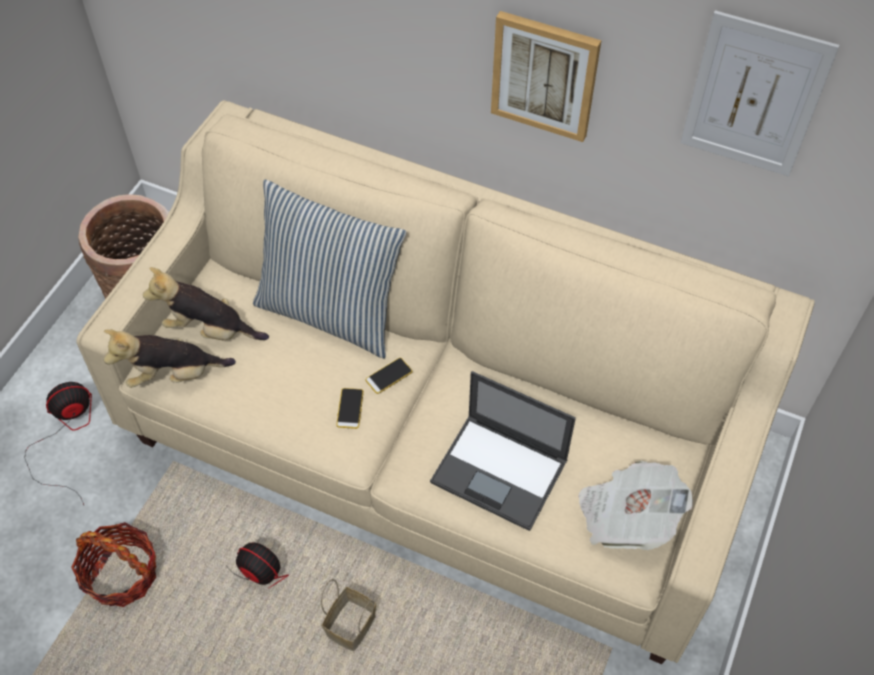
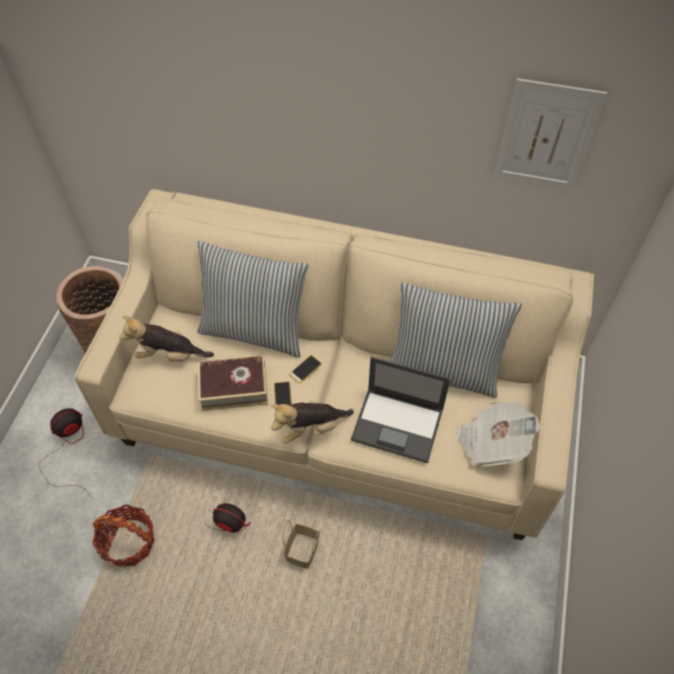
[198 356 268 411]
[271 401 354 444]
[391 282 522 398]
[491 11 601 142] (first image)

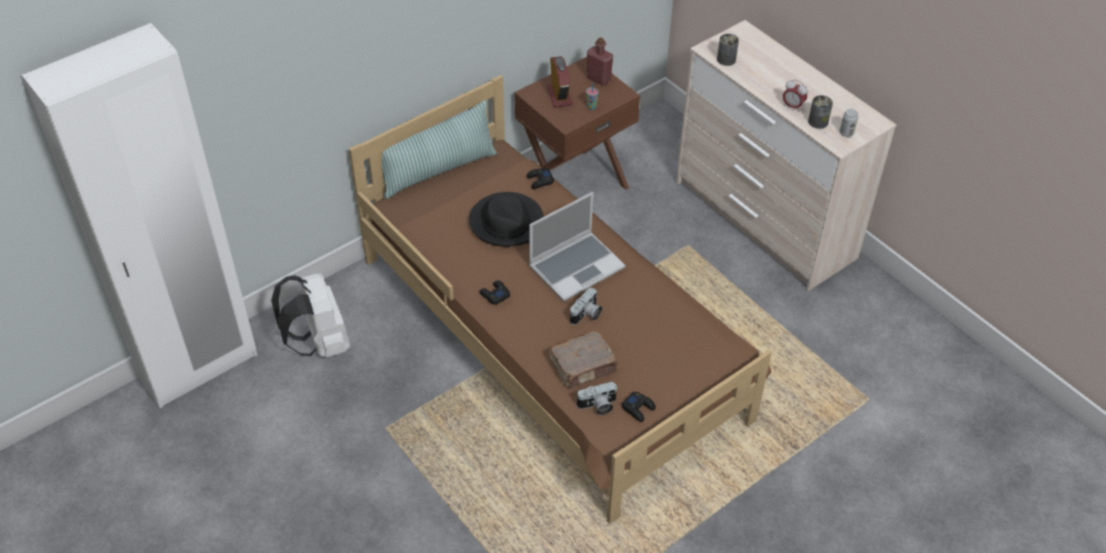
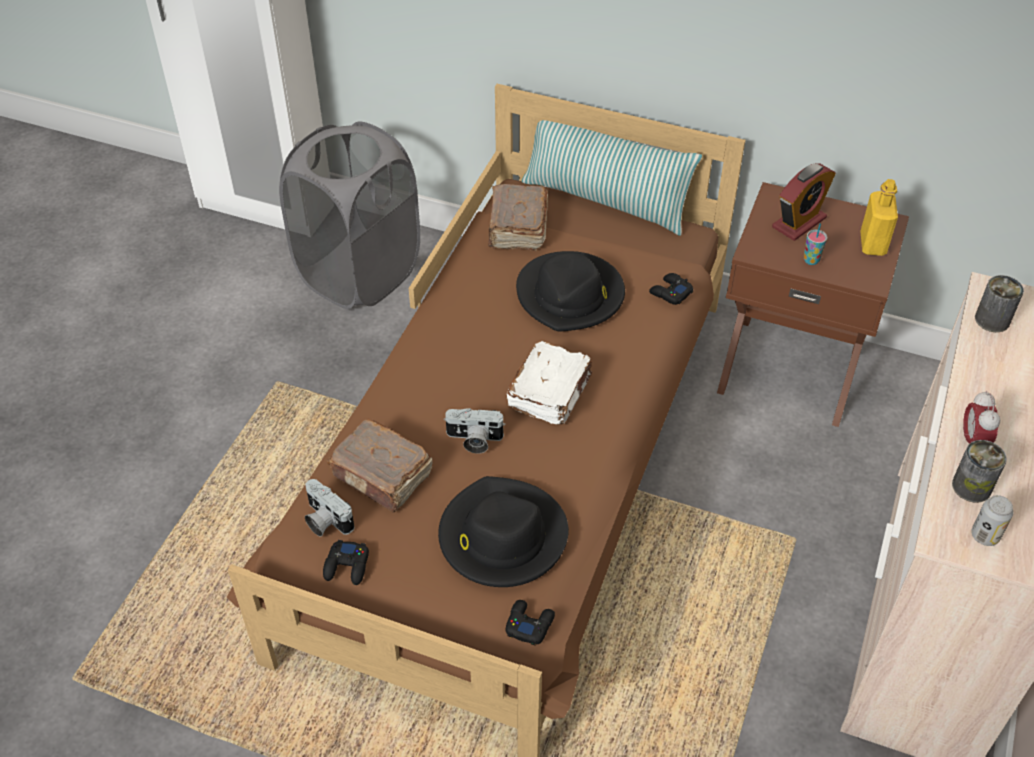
[279 121 420 309]
[438 476 569 587]
[488 184 548 251]
[505 600 555 646]
[507 341 592 425]
[860 179 898 256]

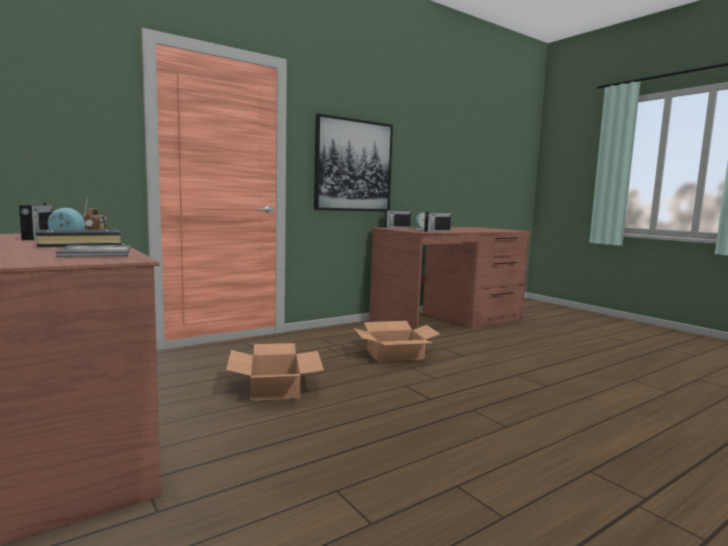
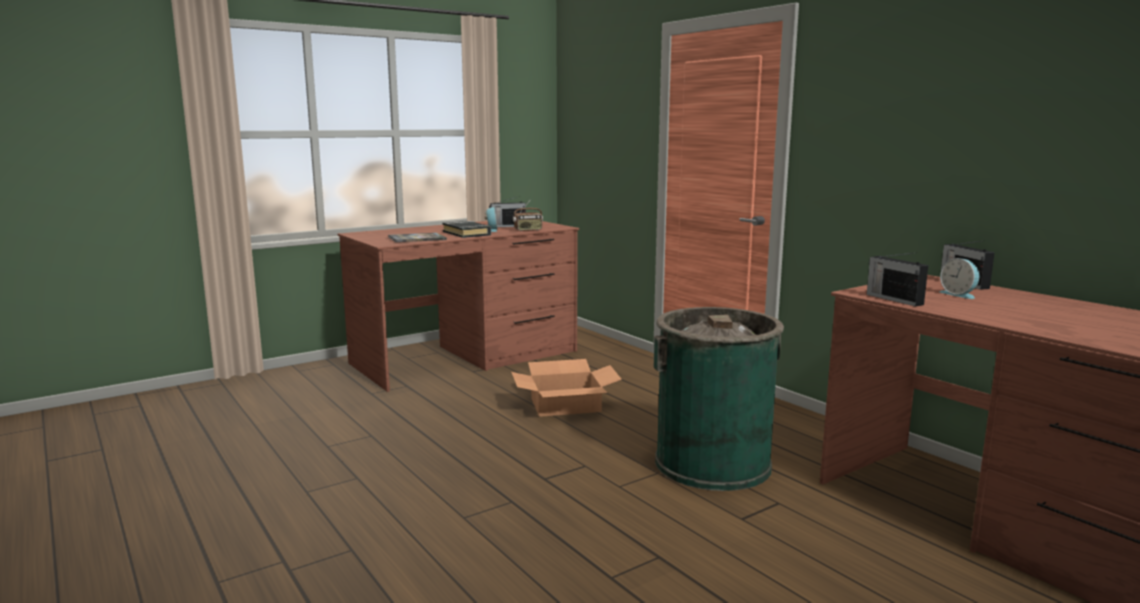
[654 307 784 491]
[314 113 393 211] (first image)

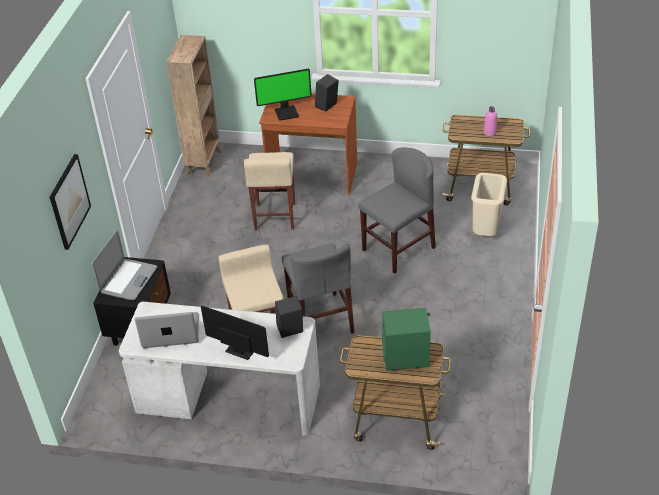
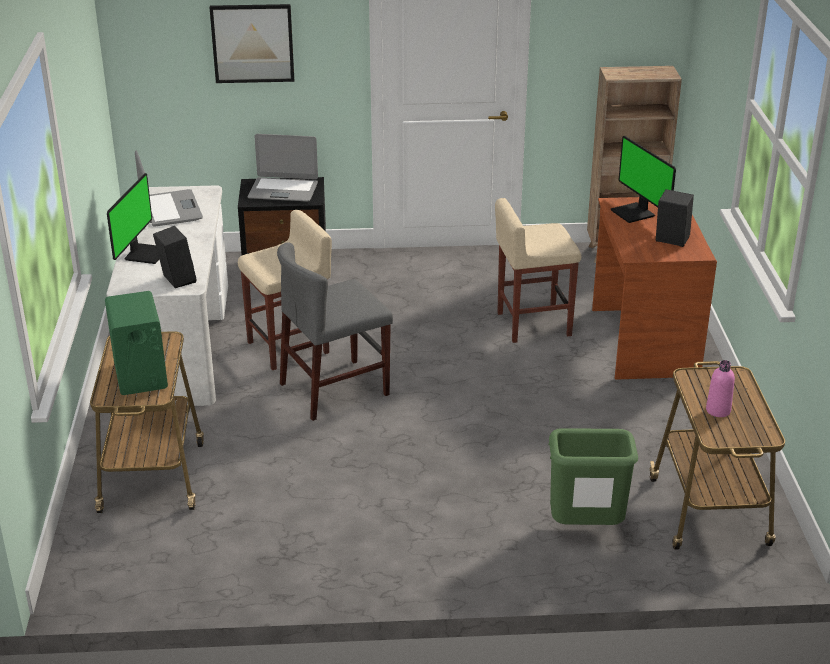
[548 428 638 525]
[358 148 436 274] (first image)

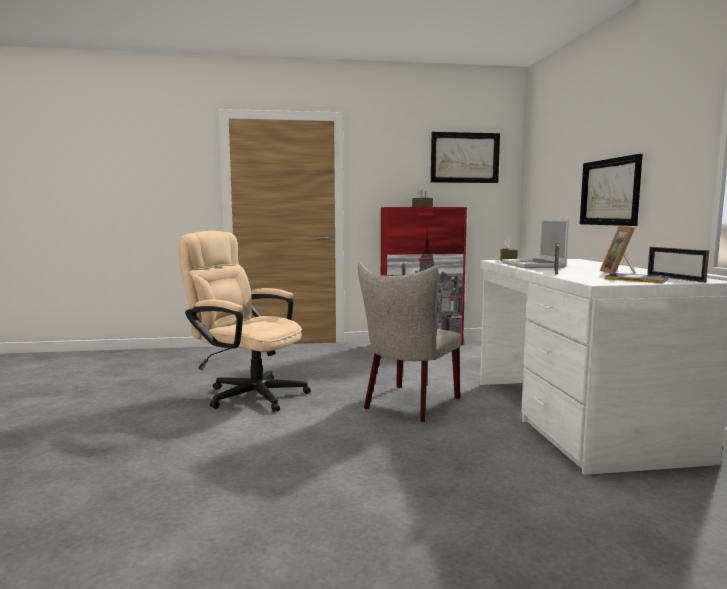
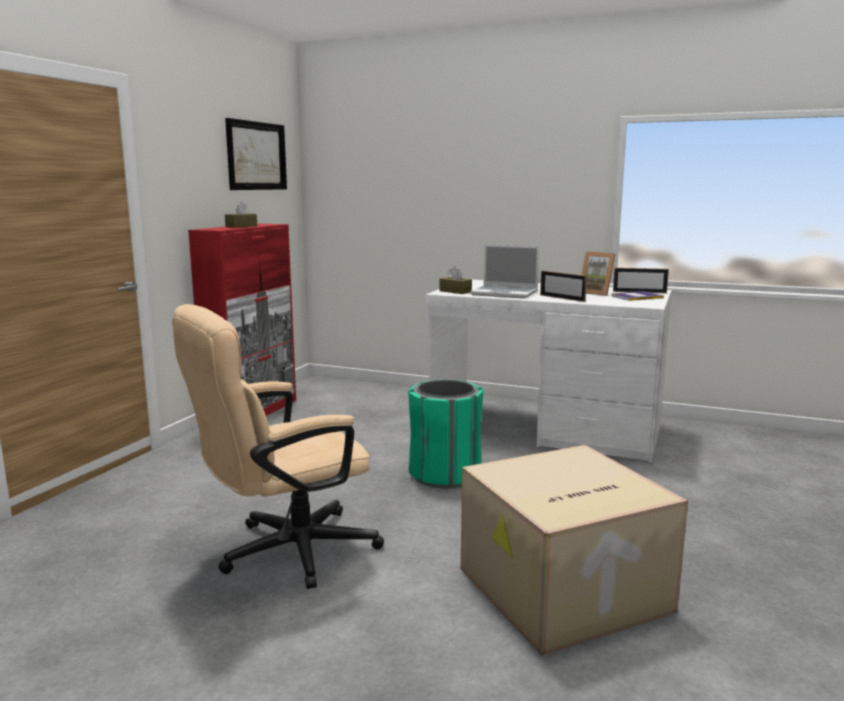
[408 380 483 488]
[461 445 688 656]
[580 154 643 226] (first image)

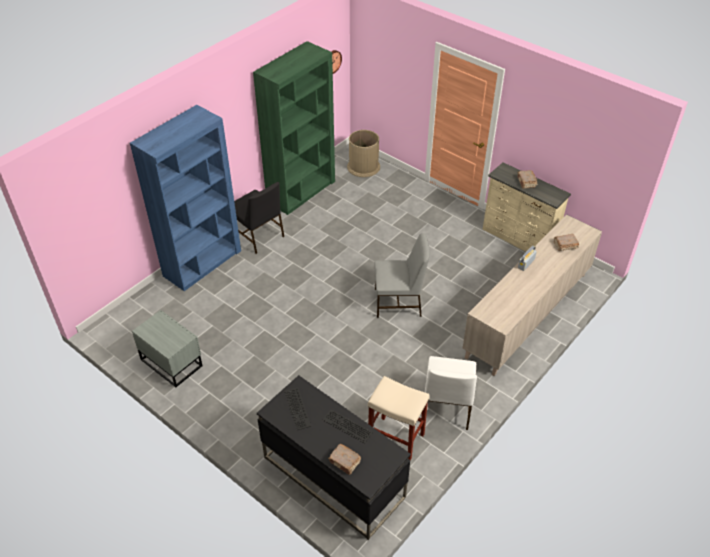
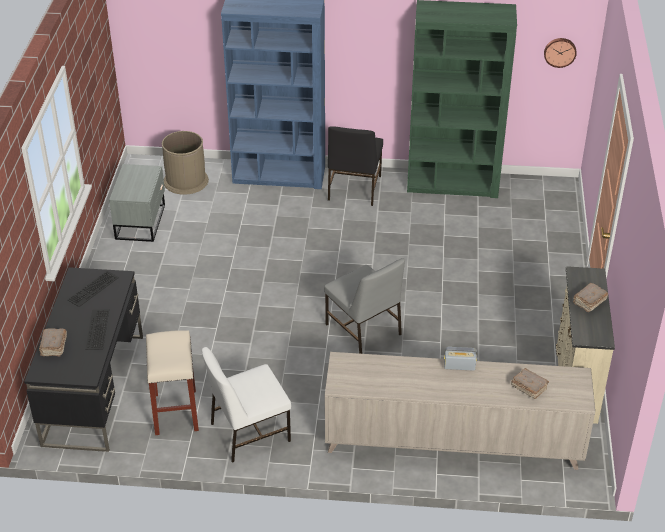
[162 131 209 195]

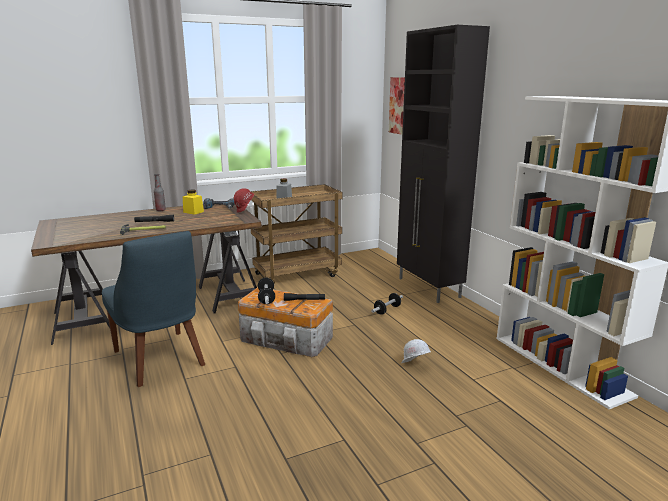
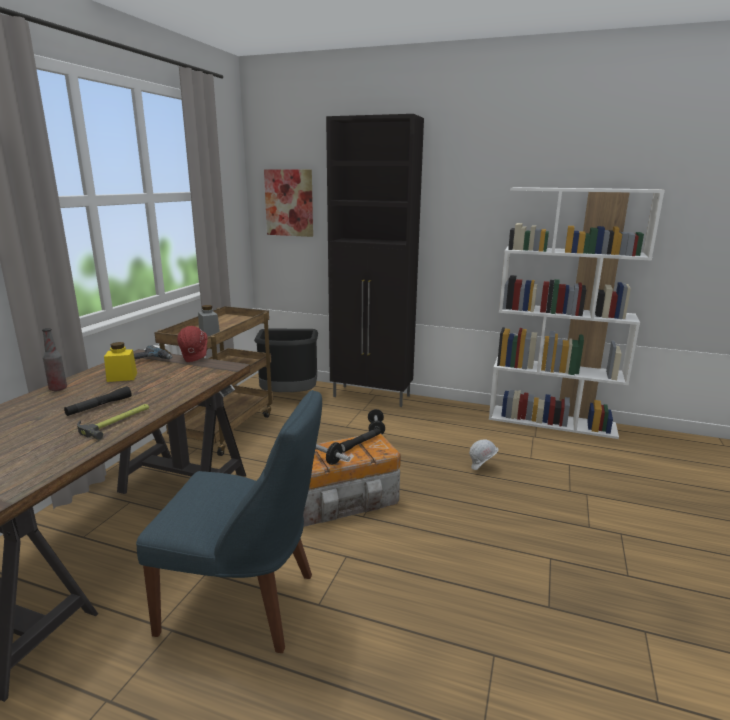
[254 329 318 392]

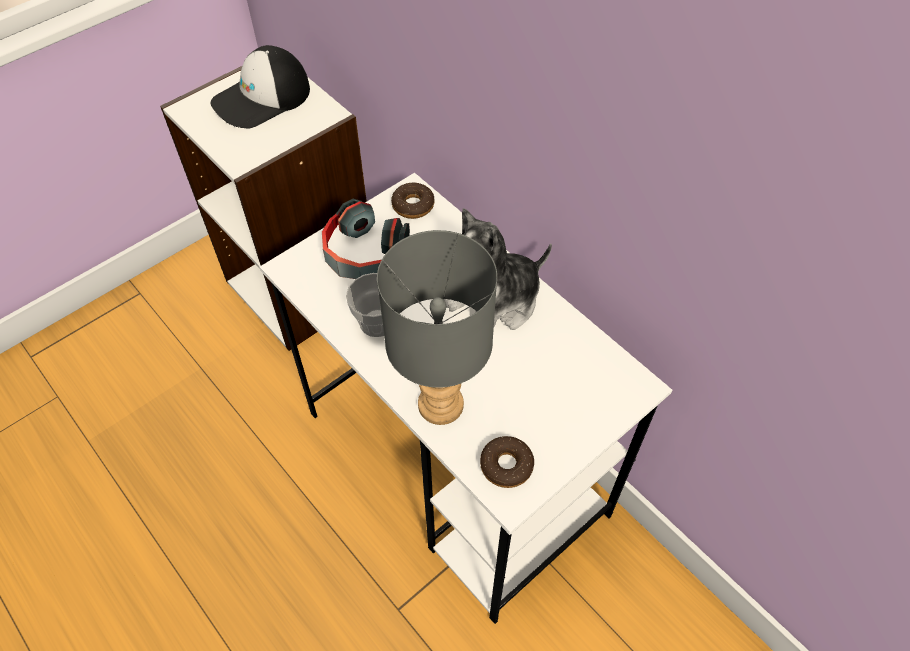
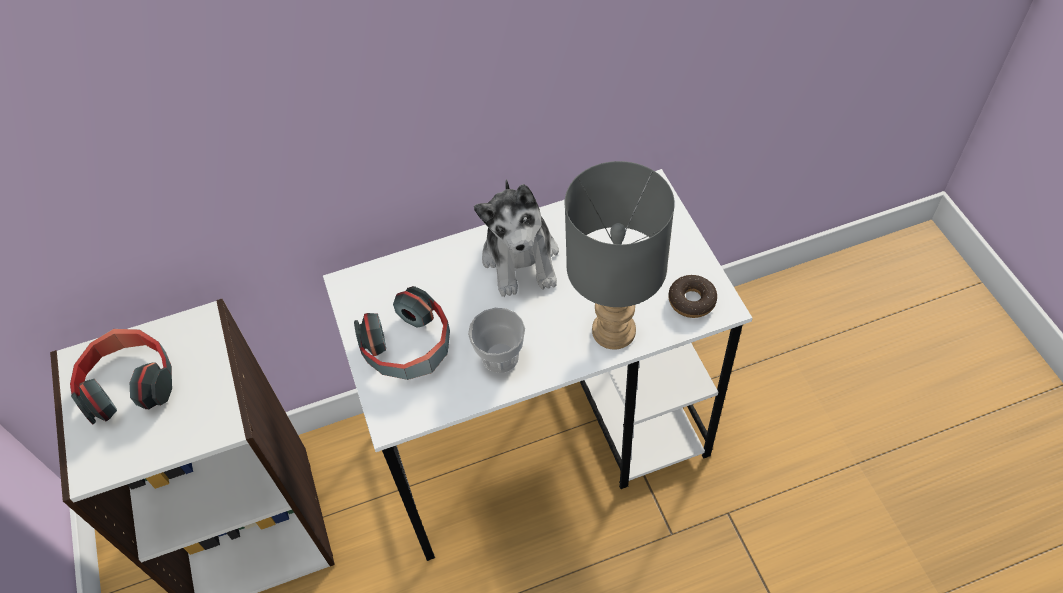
[70 329 172 424]
[391 183 434 219] (first image)

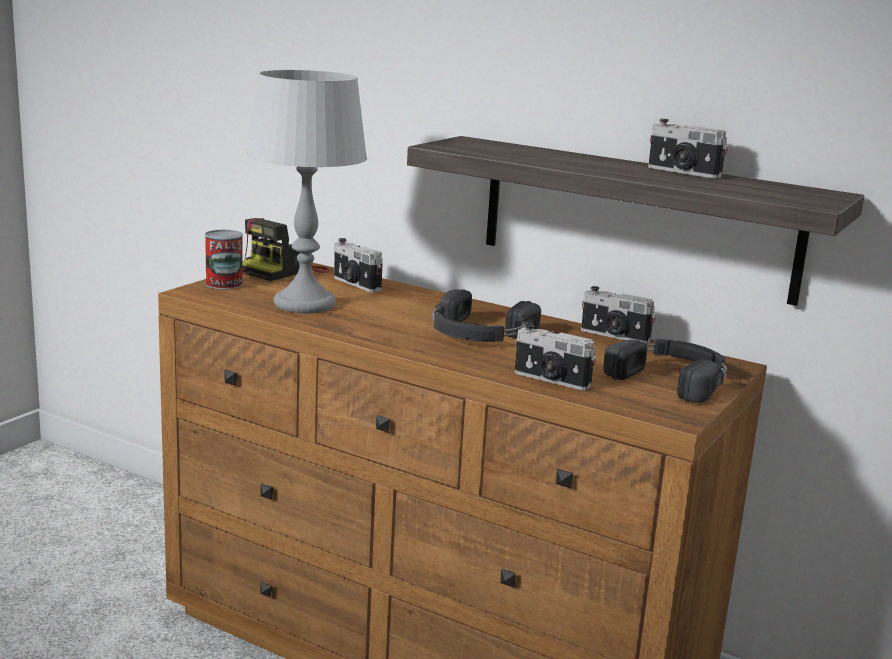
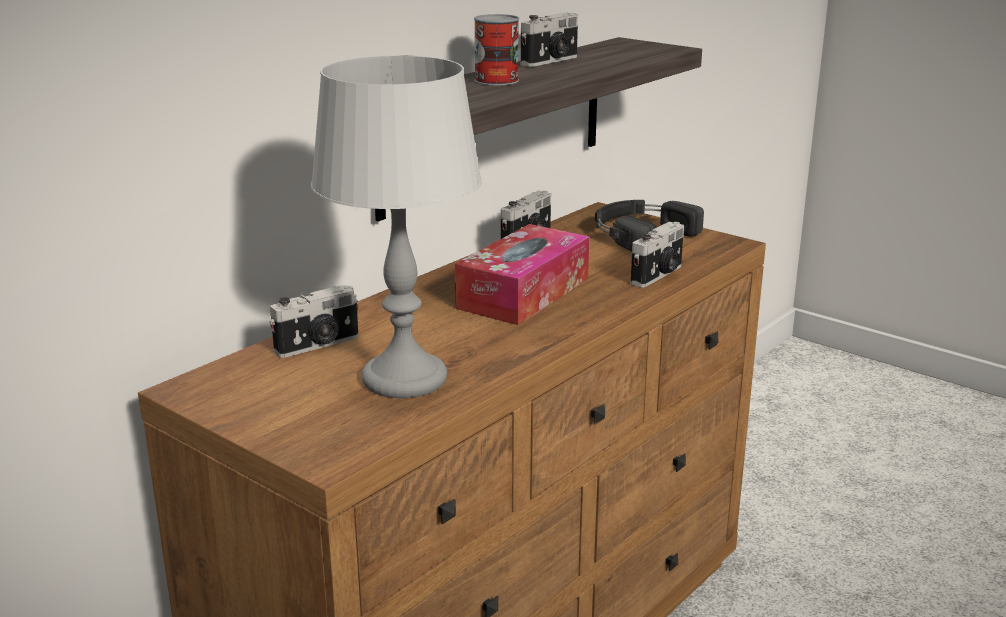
[455 224 589 325]
[474 14 519 86]
[243 218 329 281] (first image)

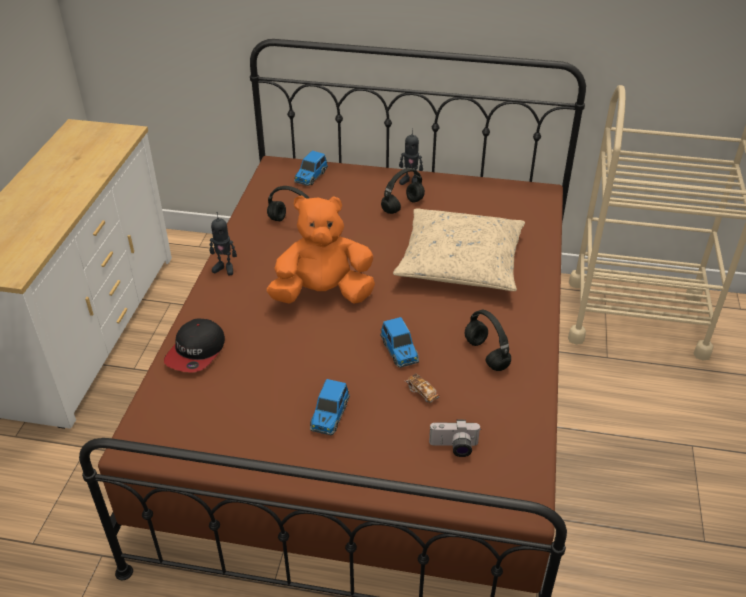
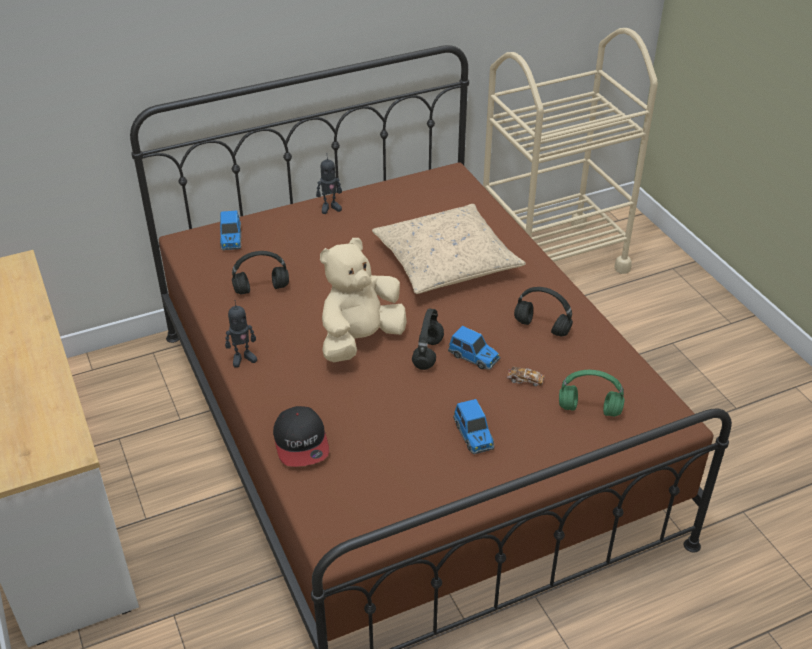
[320 238 407 362]
[412 309 444 370]
[559 370 624 417]

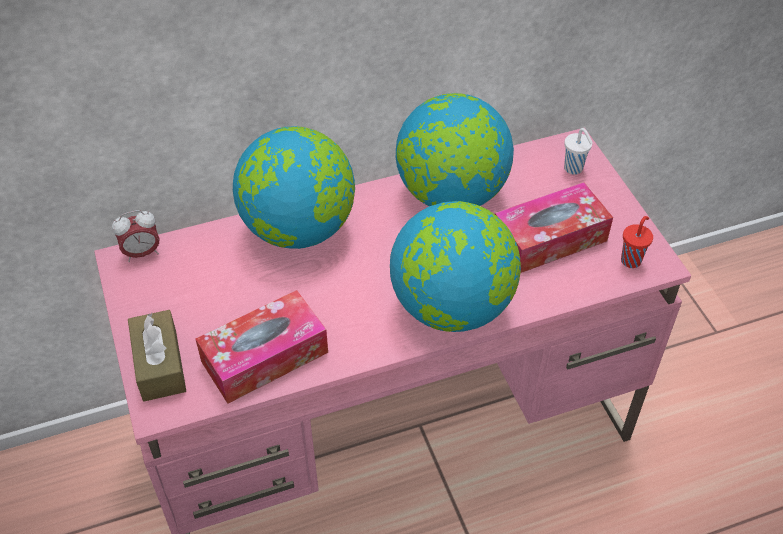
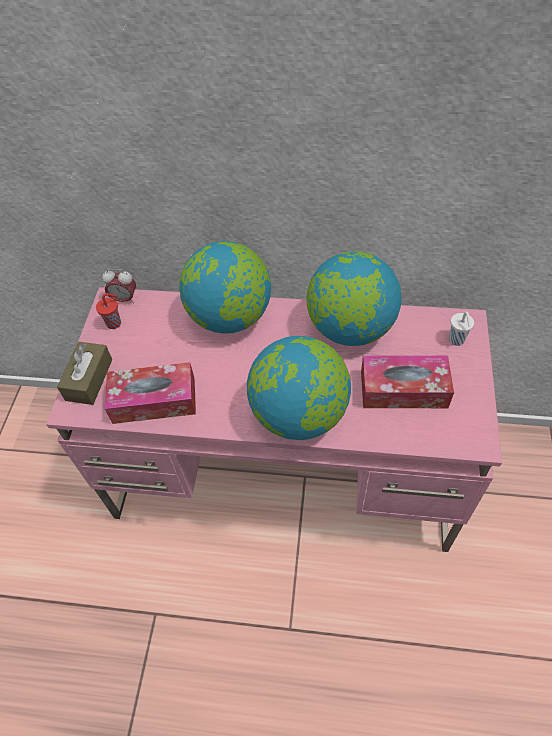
[96 293 121 329]

